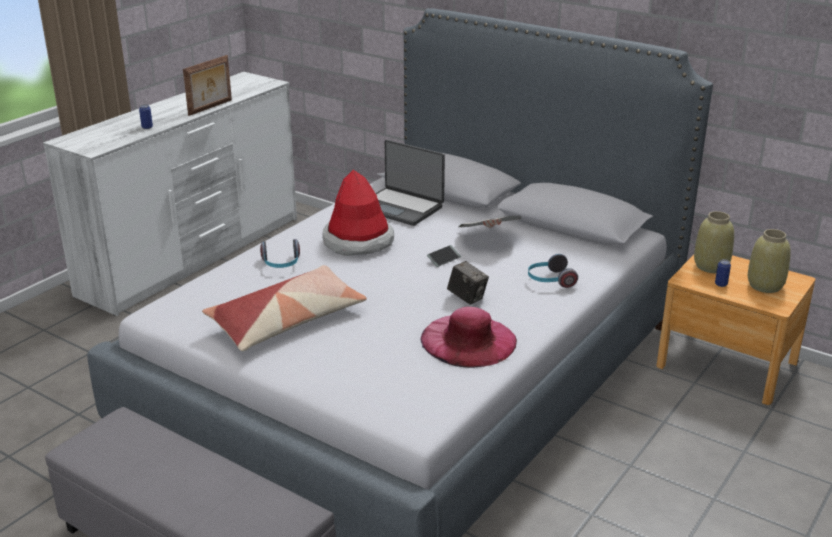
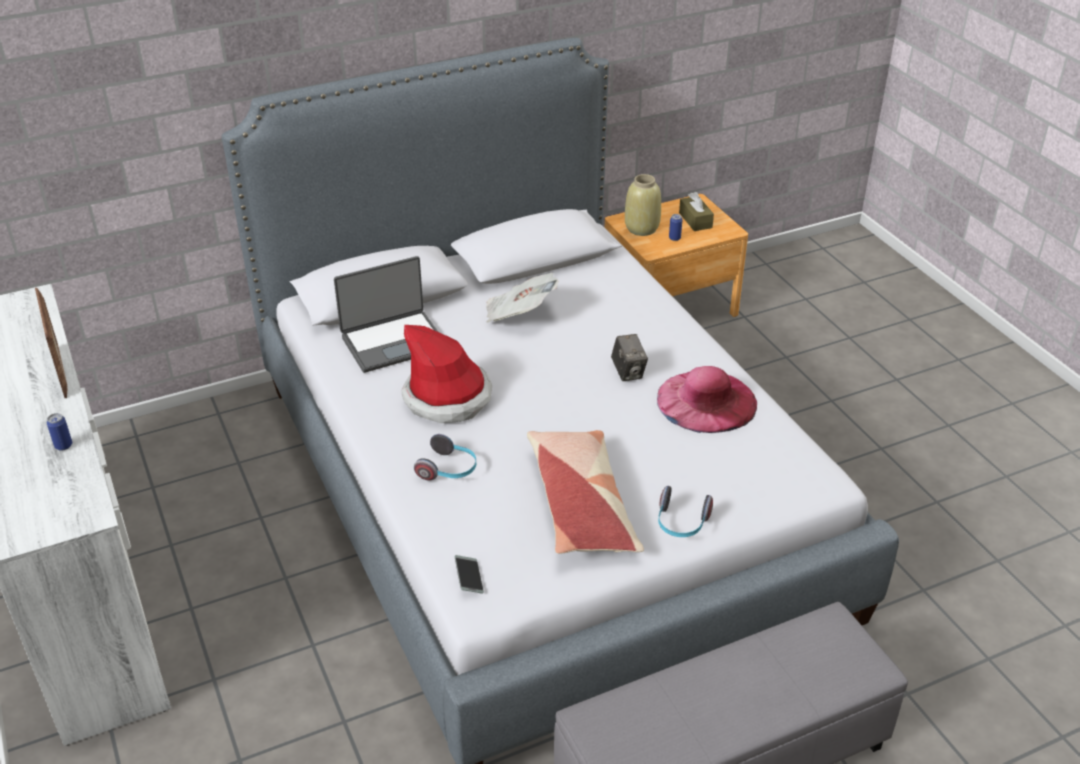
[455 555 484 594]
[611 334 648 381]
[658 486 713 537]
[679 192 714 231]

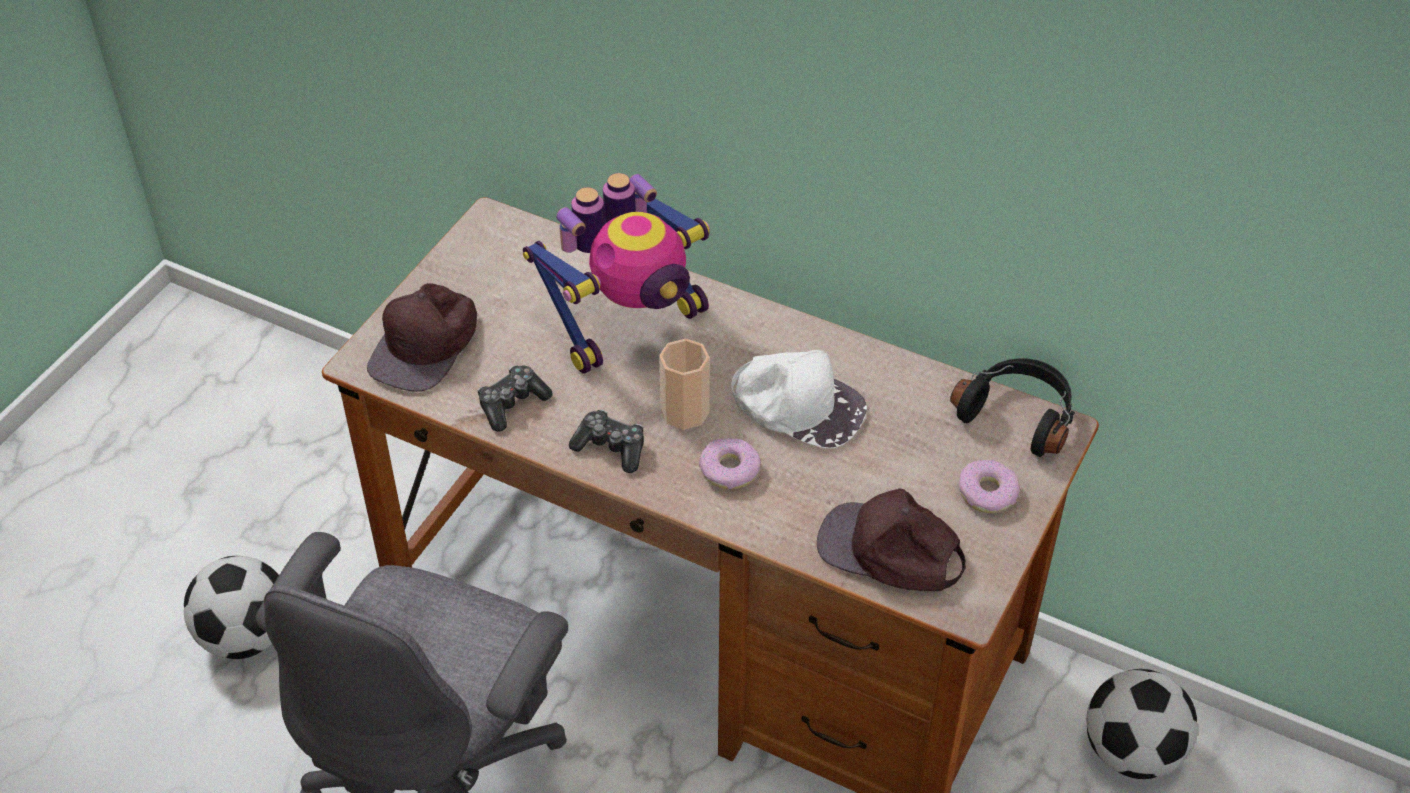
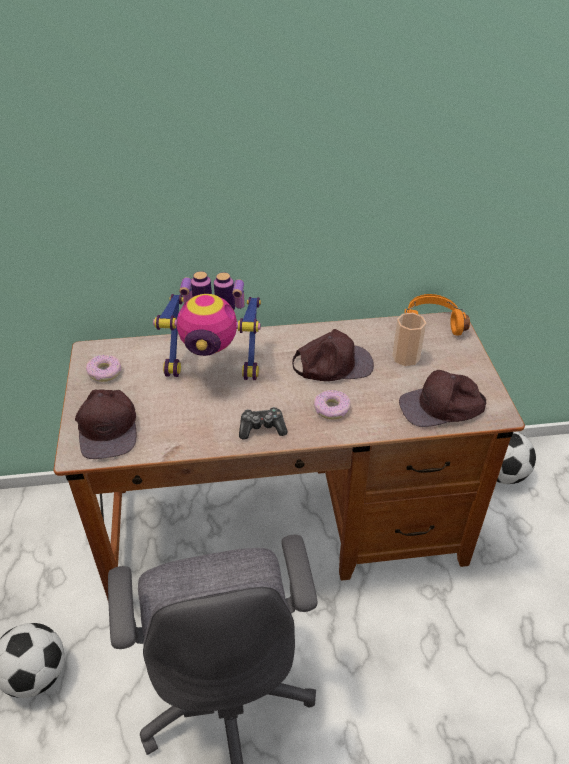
[86 355 121 382]
[153 271 261 380]
[292 329 374 381]
[392 313 426 366]
[405 294 470 336]
[478 365 552 432] (first image)

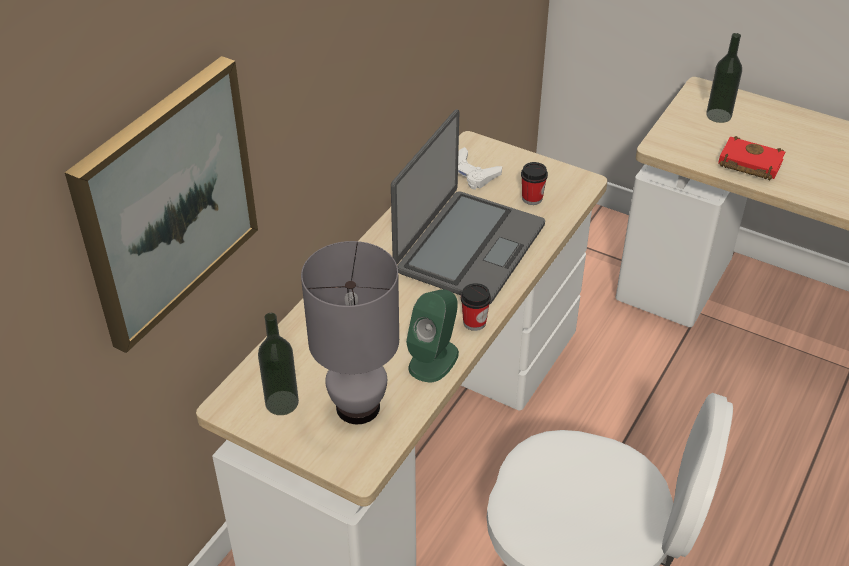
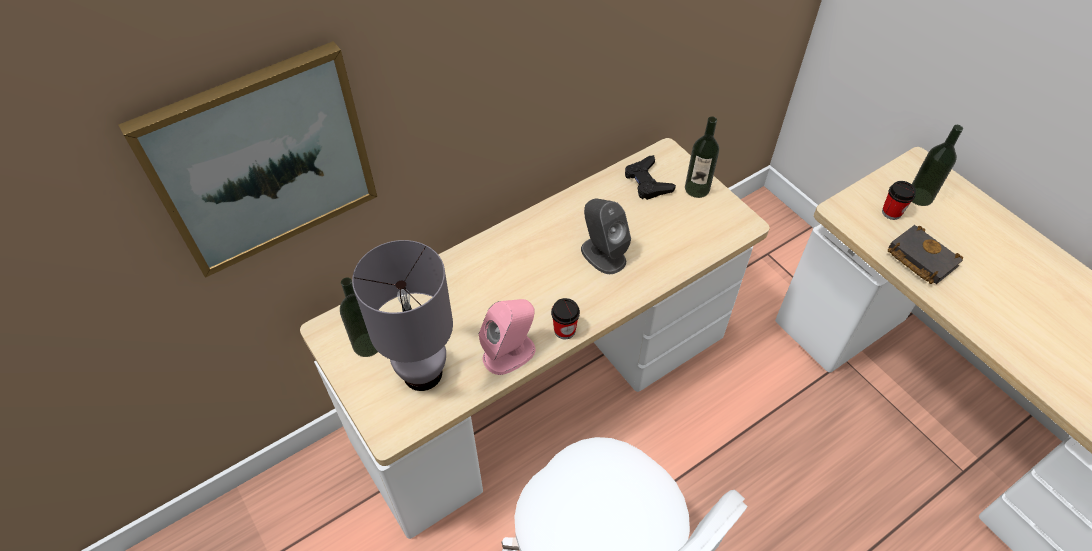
[479 299 536 375]
[581 199 631 274]
[625 155 676 200]
[685 116 719 198]
[882 181 916 220]
[888 225 963 284]

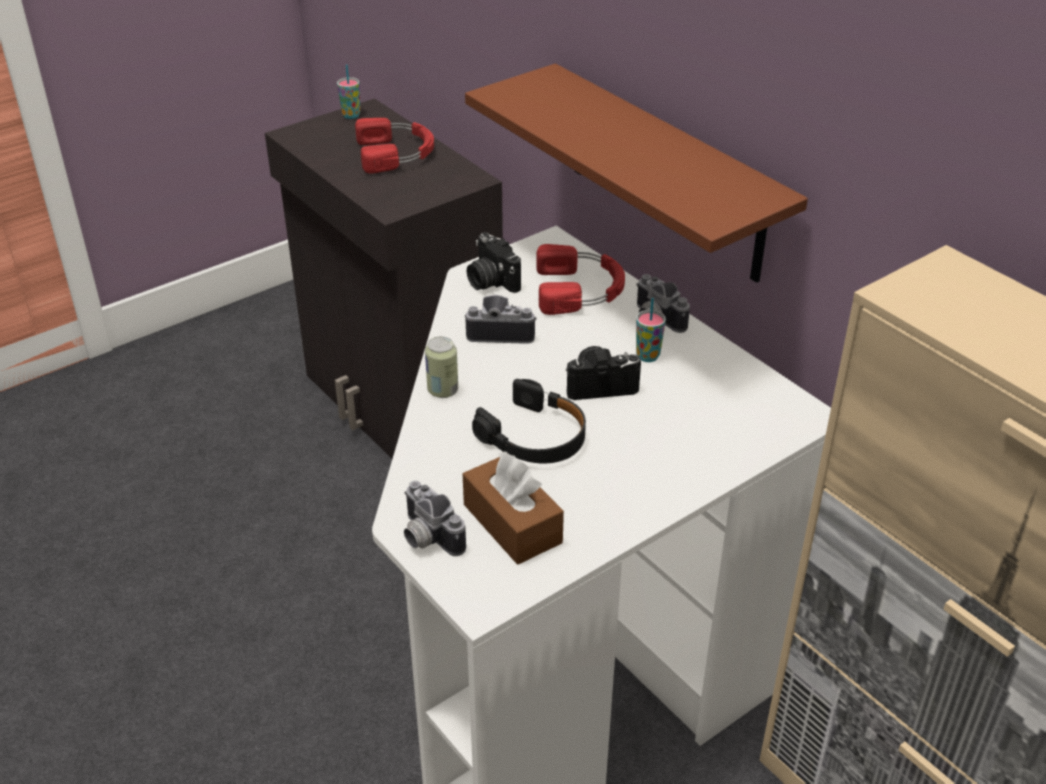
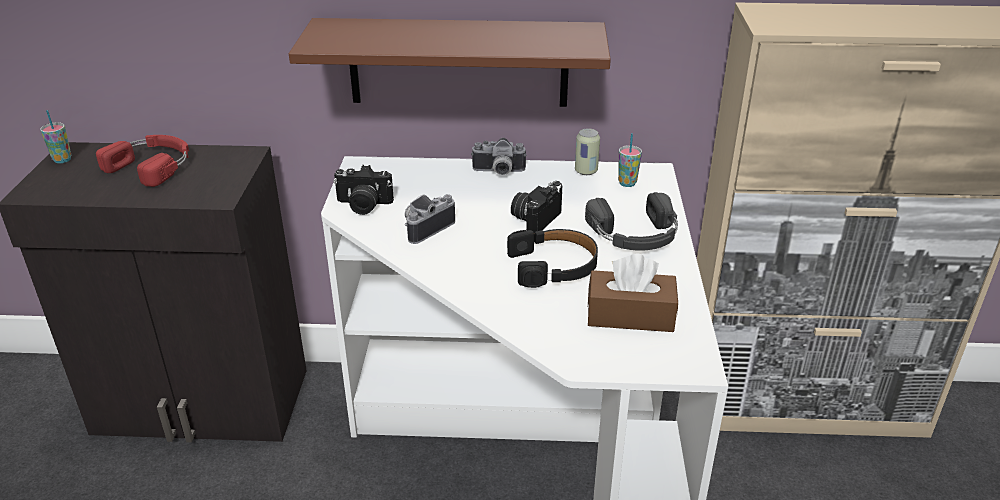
[575 128 600 175]
[585 192 678 251]
[618 133 642 187]
[404 481 466 556] (first image)
[536 244 625 315] (first image)

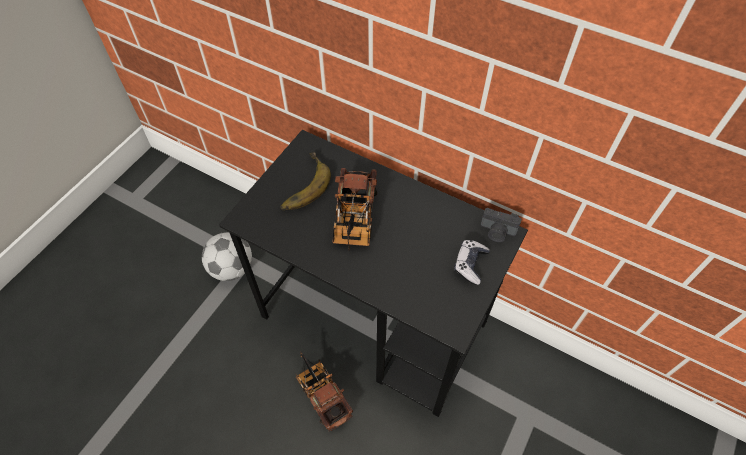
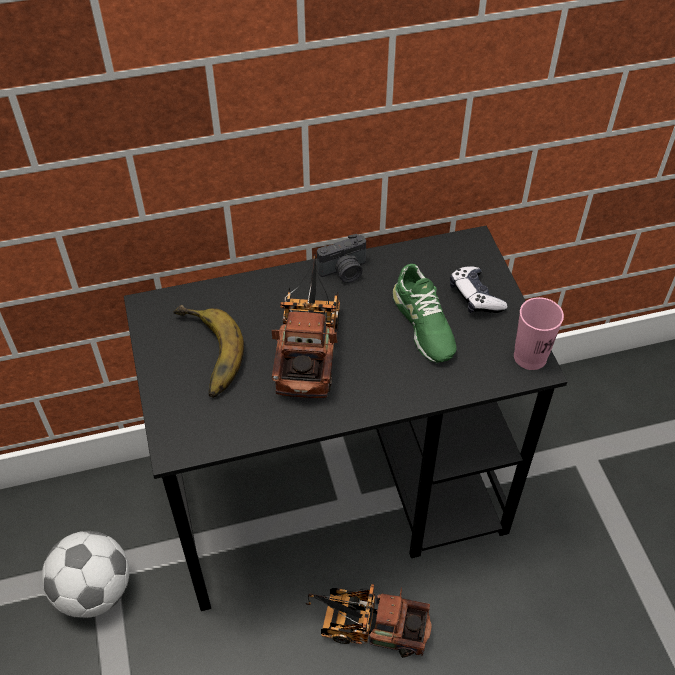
[271 254 340 398]
[317 234 366 283]
[393 264 456 363]
[514 297 564 370]

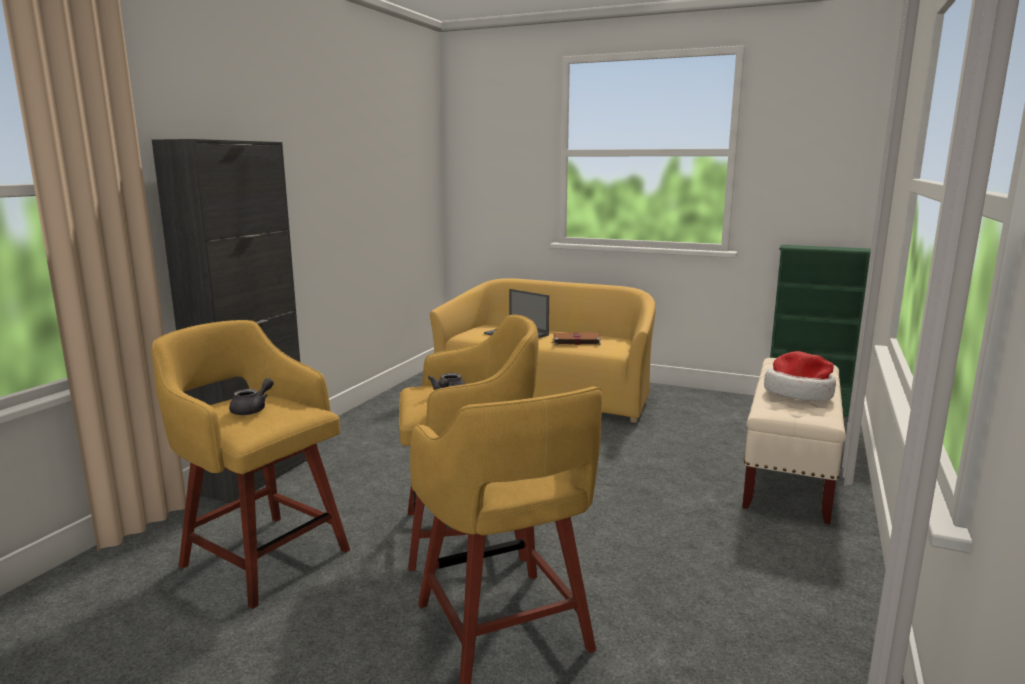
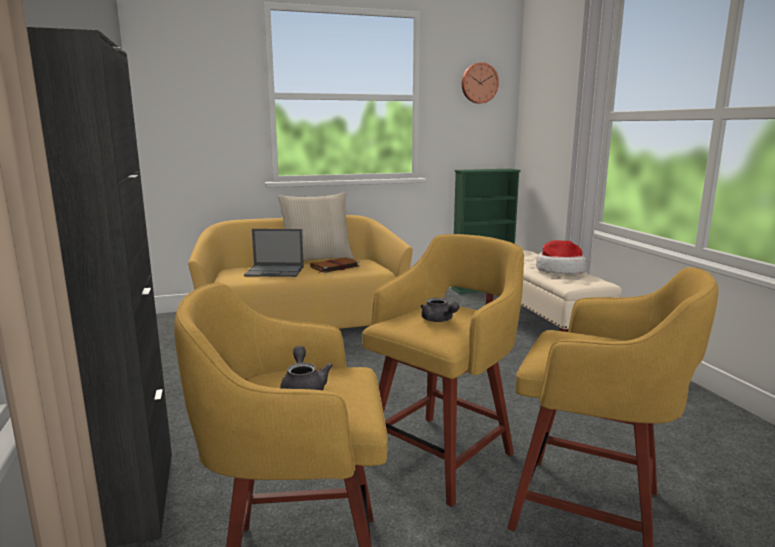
[278 192 354 261]
[462 62 499 104]

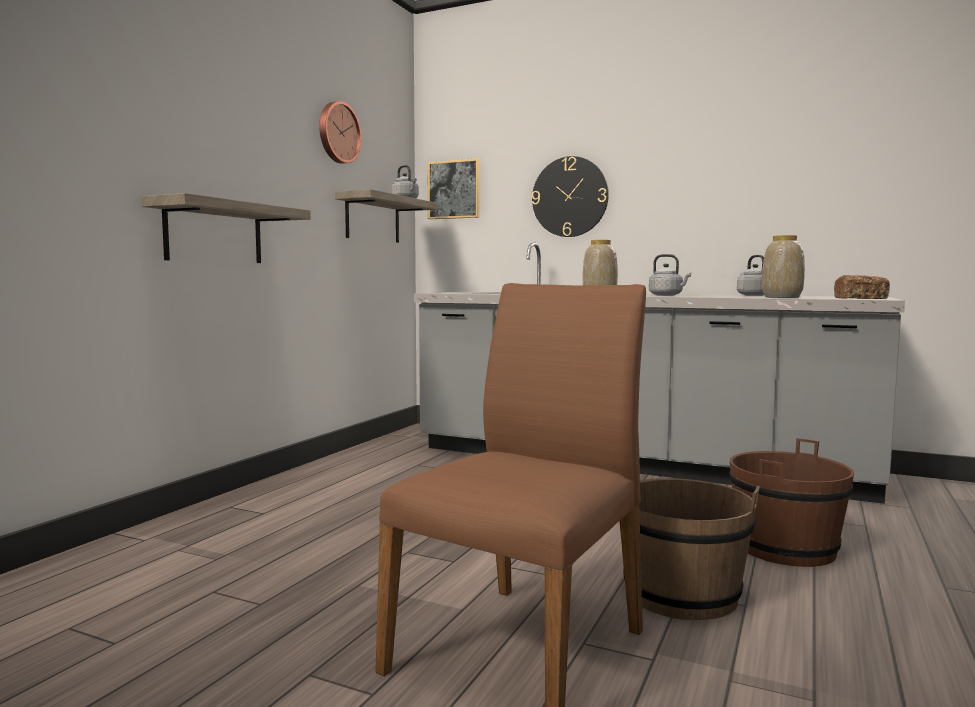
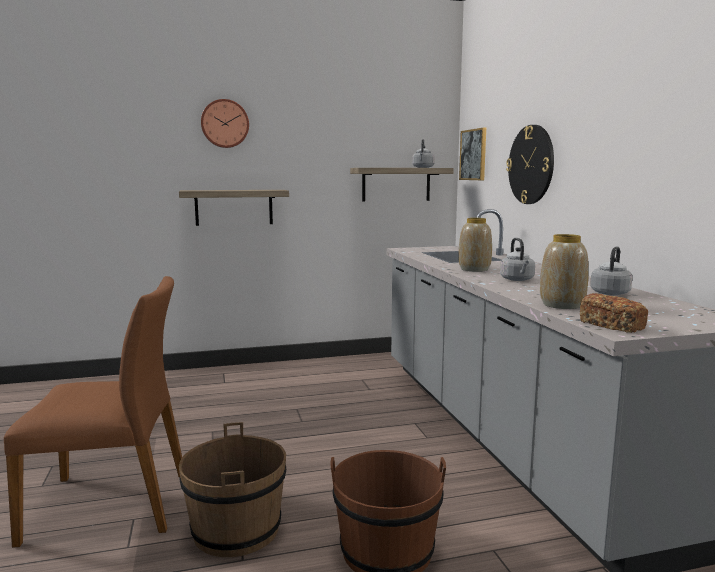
[201 99 249 148]

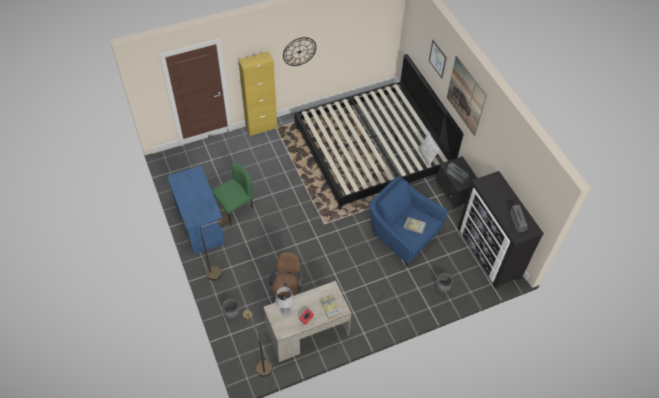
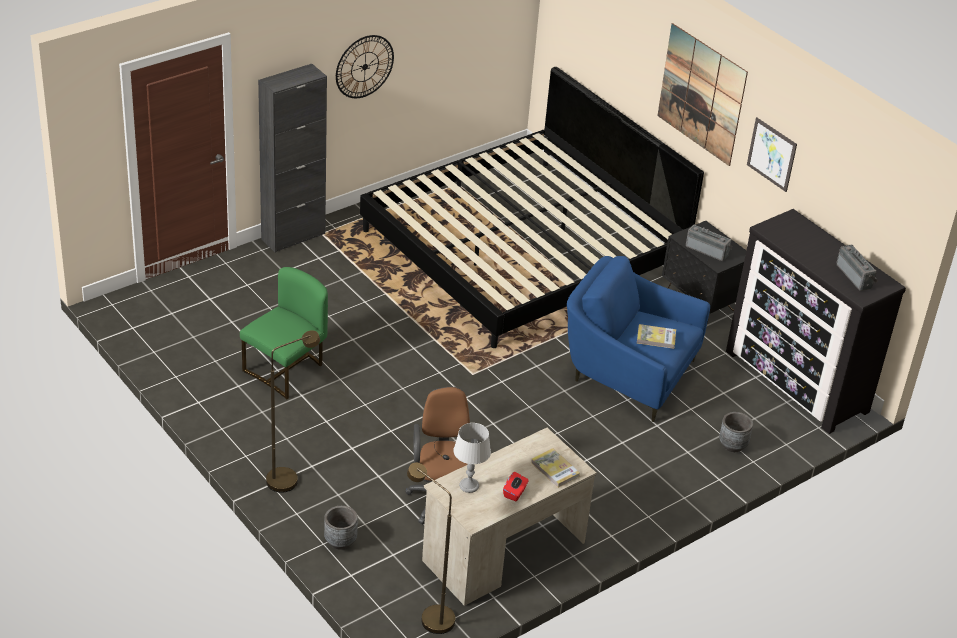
[258 64 327 253]
[747 117 797 192]
[167 166 225 254] (first image)
[418 132 440 168] (first image)

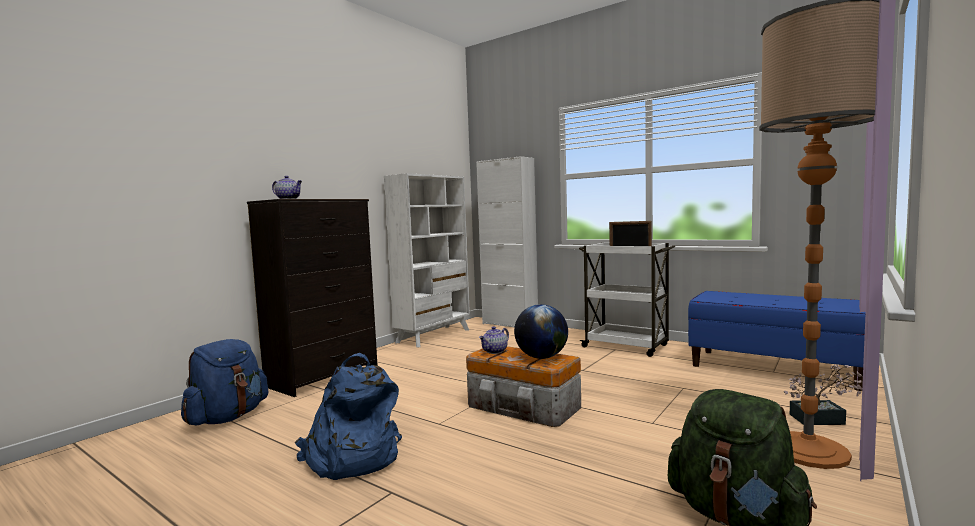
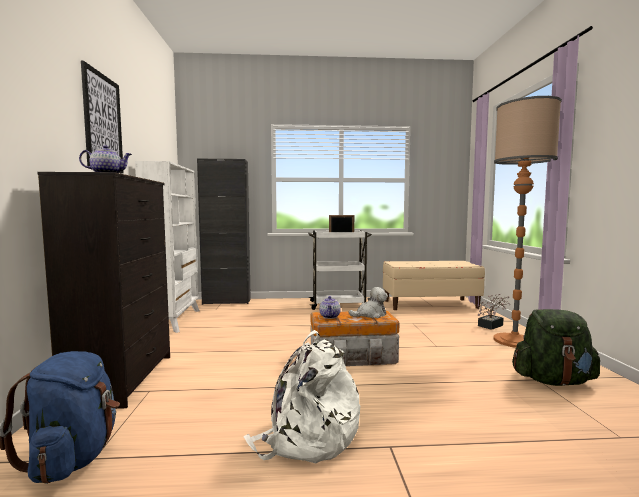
[81 61 124 173]
[197 159 251 305]
[243 330 360 463]
[349 287 388 318]
[383 261 485 310]

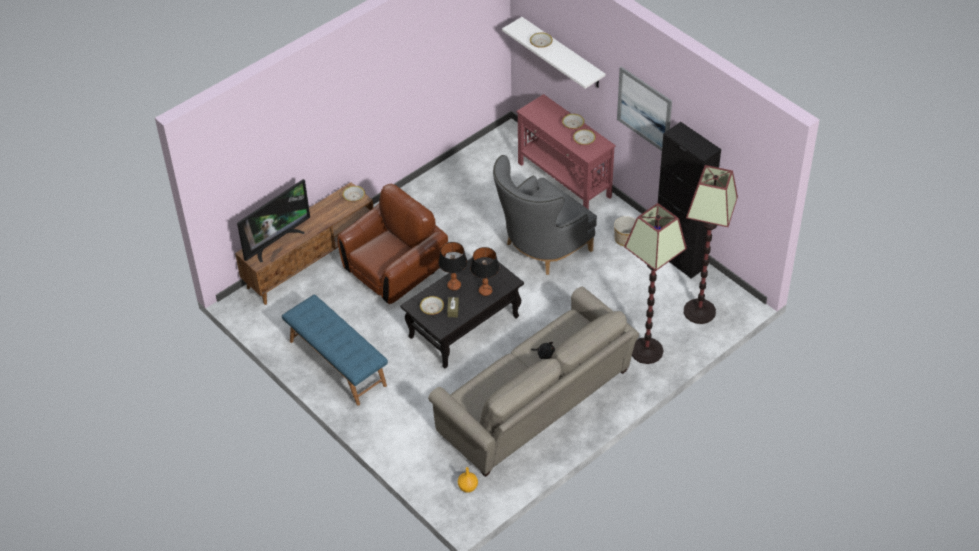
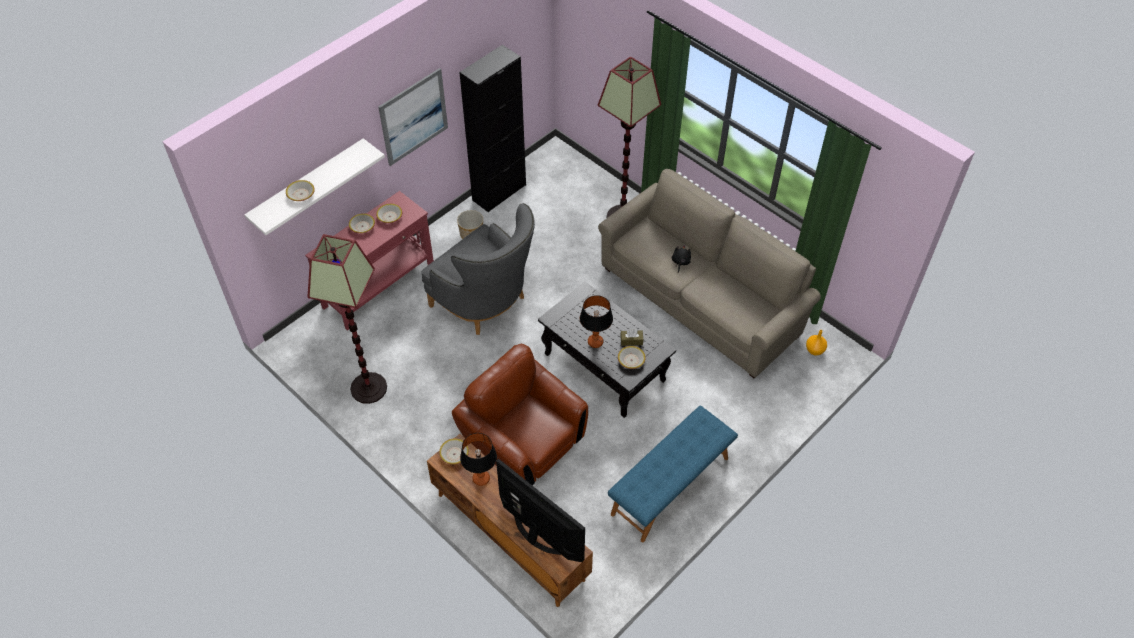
[308 234 387 404]
[460 433 497 486]

